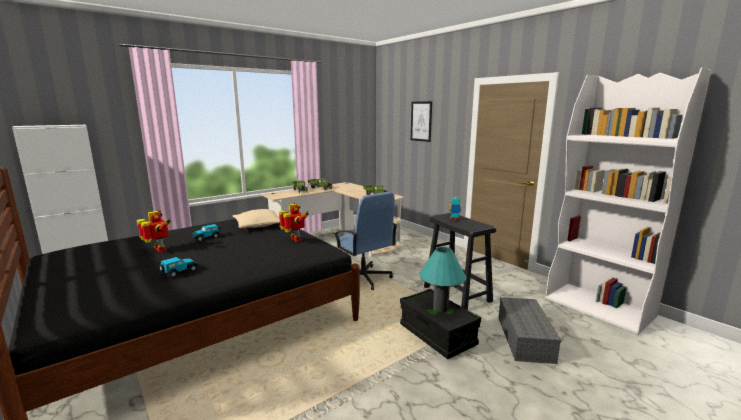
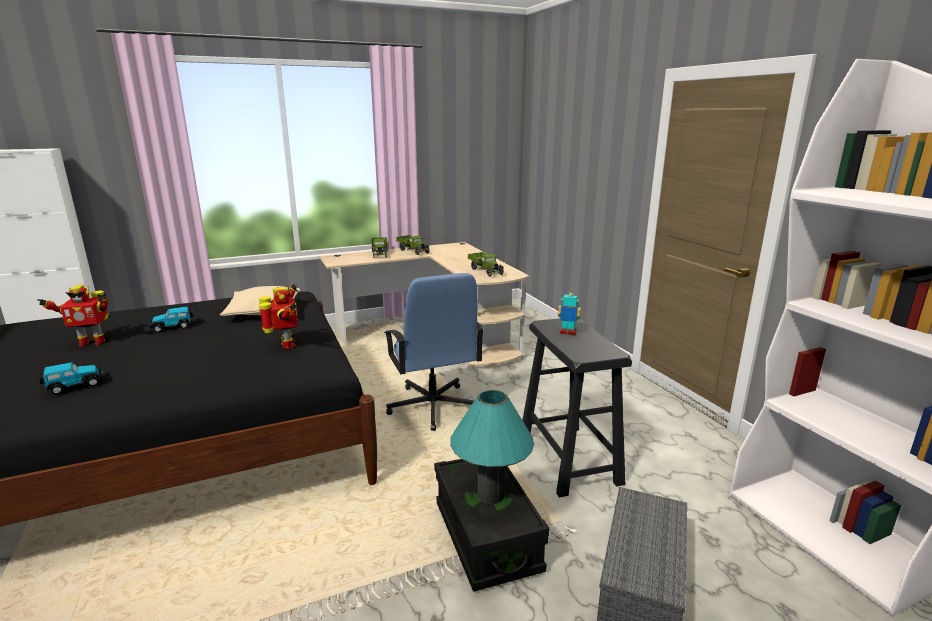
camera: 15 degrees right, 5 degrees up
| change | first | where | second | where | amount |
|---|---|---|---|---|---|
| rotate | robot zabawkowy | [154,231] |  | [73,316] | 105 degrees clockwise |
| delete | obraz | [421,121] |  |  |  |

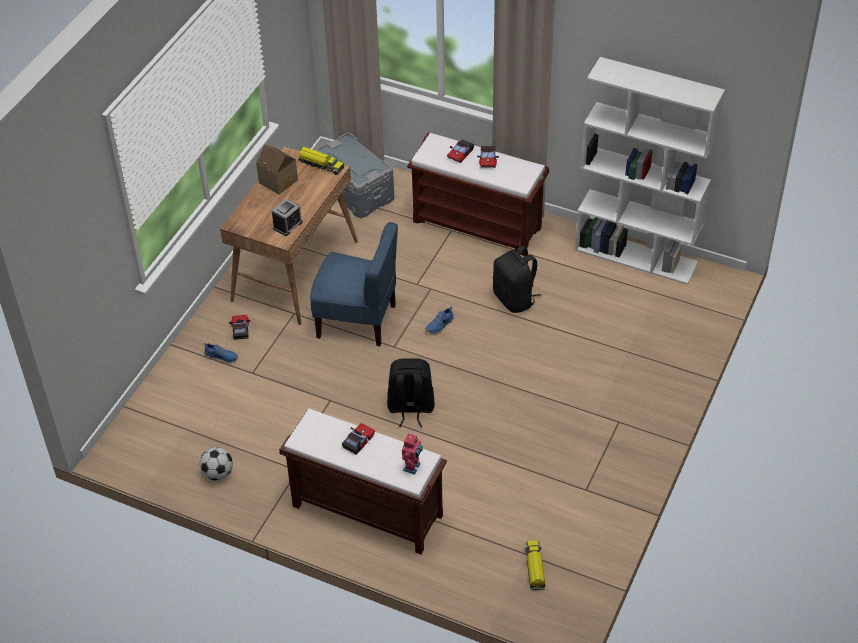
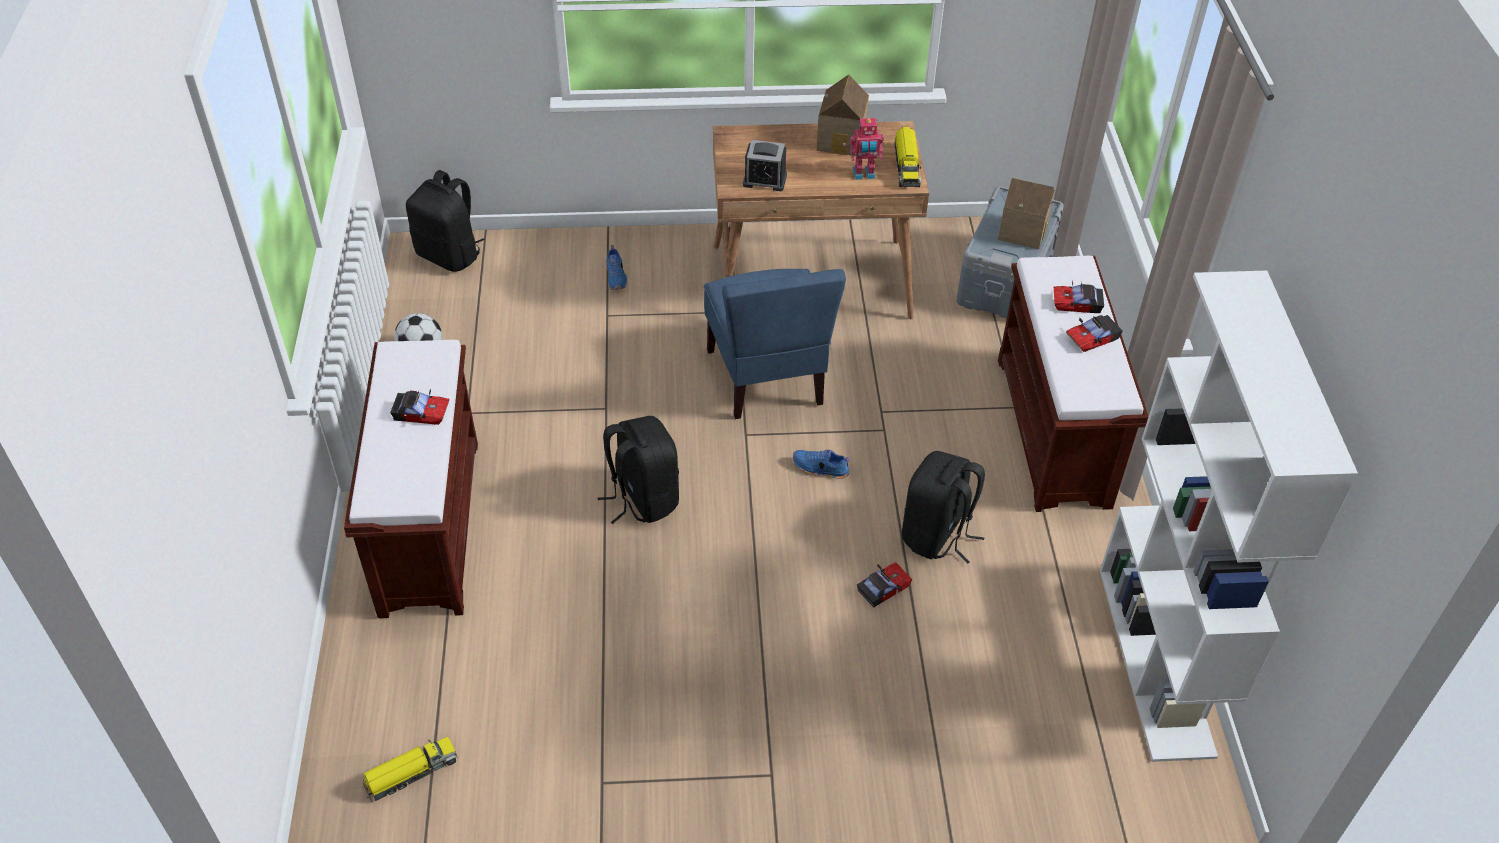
camera: 60 degrees right, 0 degrees up
| change | first | where | second | where | amount |
|---|---|---|---|---|---|
| insert |  |  | plecak (czarny) | [445,221] |  |
| move | robot zabawkowy | [412,453] |  | [867,149] |  |
| move | samochodzik | [240,327] |  | [884,585] |  |
| insert |  |  | domek | [1026,213] |  |

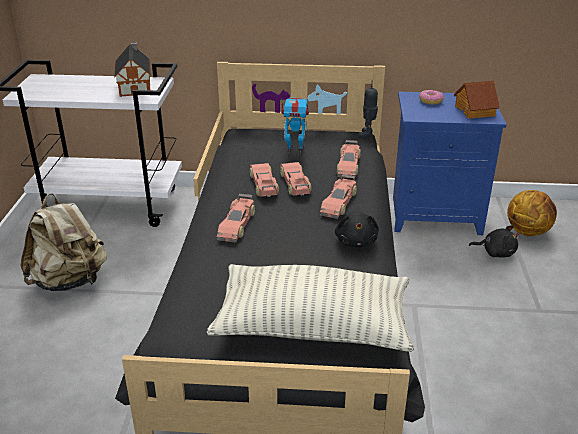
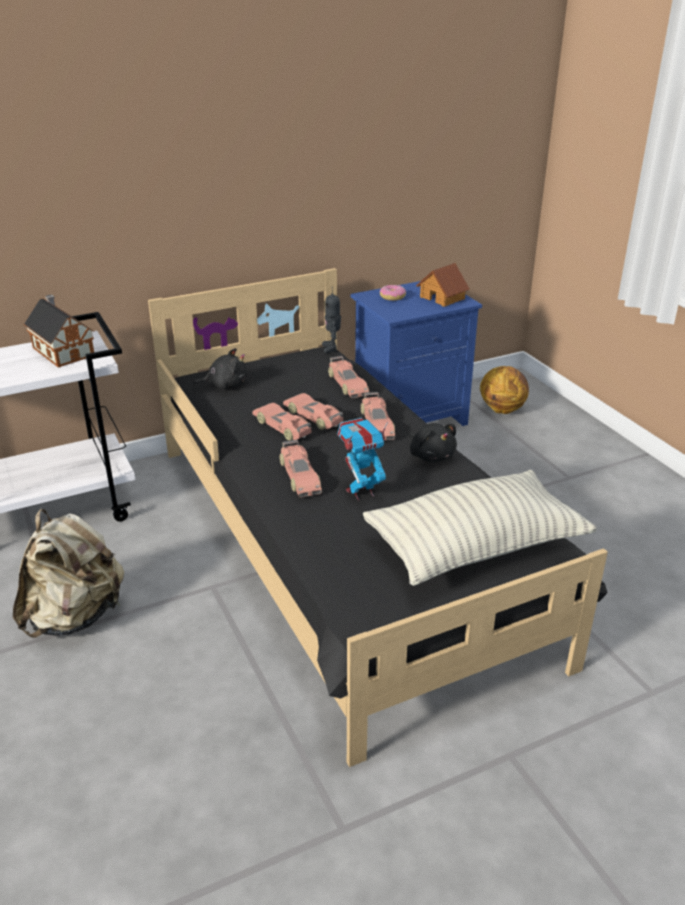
camera: 30 degrees left, 0 degrees up
| change | first | where | second | where | amount |
|---|---|---|---|---|---|
| move | pluszak (czarny) | [494,241] |  | [220,369] |  |
| move | robot zabawkowy | [295,126] |  | [362,459] |  |

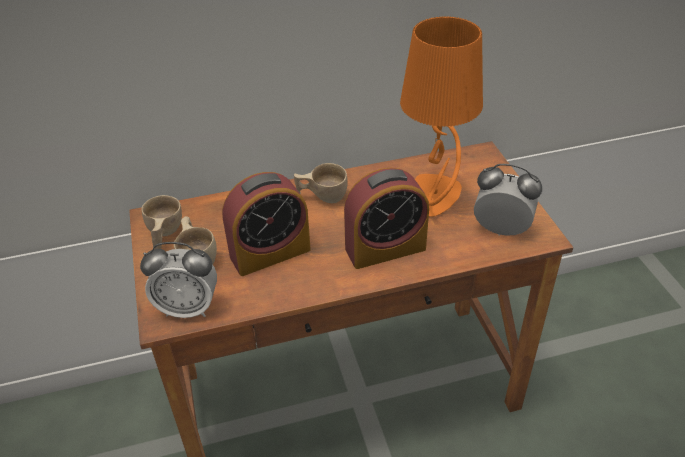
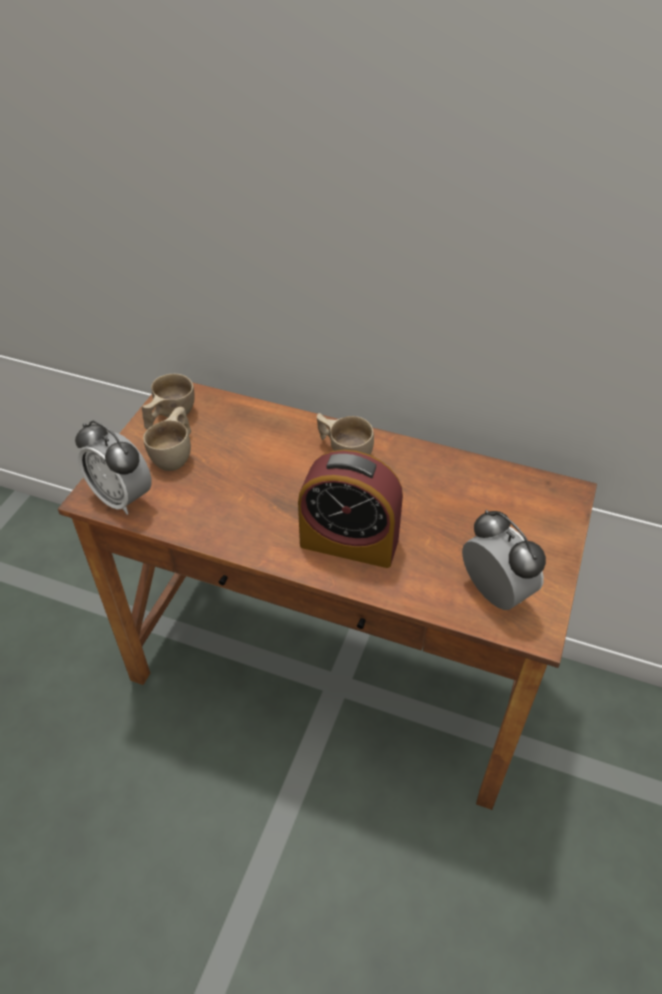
camera: 35 degrees right, 5 degrees up
| change | first | where | second | where | amount |
|---|---|---|---|---|---|
| delete | budzik | [266,224] |  |  |  |
| delete | lampa stołowa (pomarańczowy) | [441,116] |  |  |  |

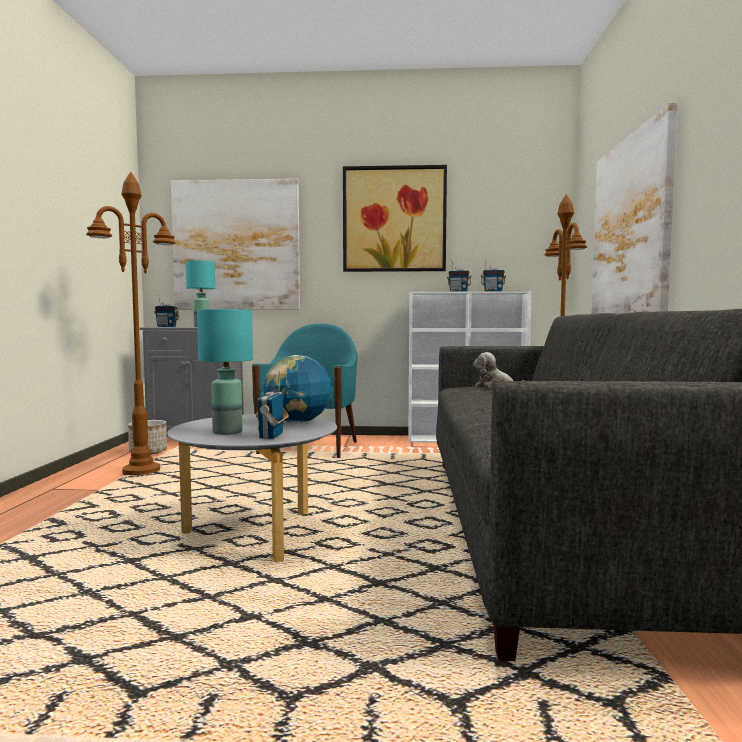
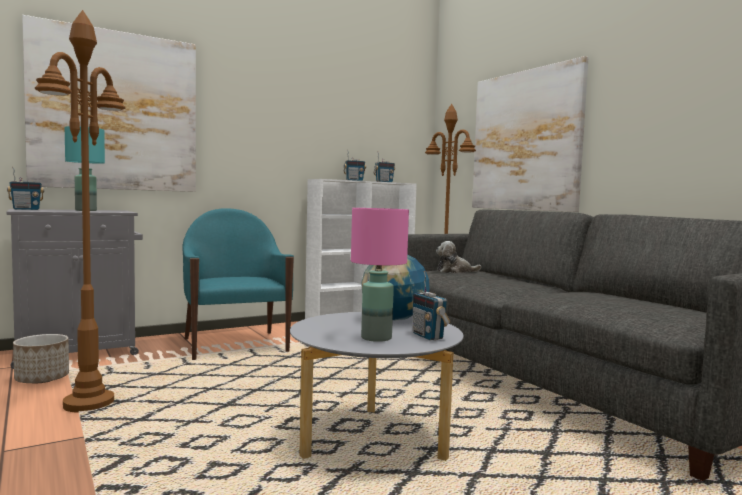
camera: 35 degrees left, 0 degrees up
| change | first | where | second | where | amount |
|---|---|---|---|---|---|
| recolor | lampa stołowa (turkusowy) | [225,372] | lampa stołowa (różowy) | [380,275] |  |
| delete | obraz | [395,218] |  |  |  |

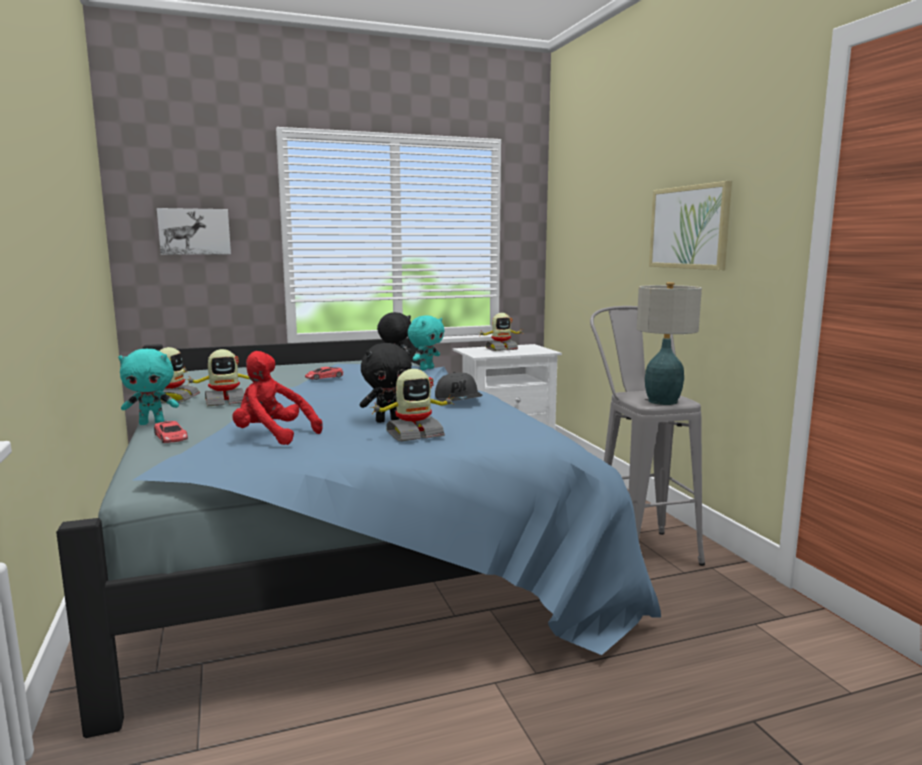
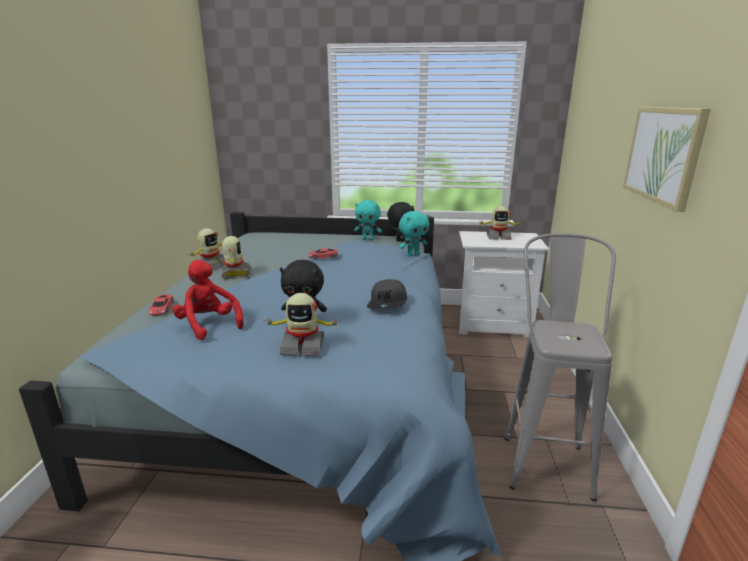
camera: 25 degrees right, 10 degrees up
| change | first | where | second | where | amount |
|---|---|---|---|---|---|
| rotate | robot zabawkowy | [217,377] |  | [236,257] | 105 degrees counterclockwise |
| move | pluszak (turkusowy) | [148,387] |  | [368,220] |  |
| delete | obraz | [194,231] |  |  |  |
| delete | lampa stołowa | [669,343] |  |  |  |

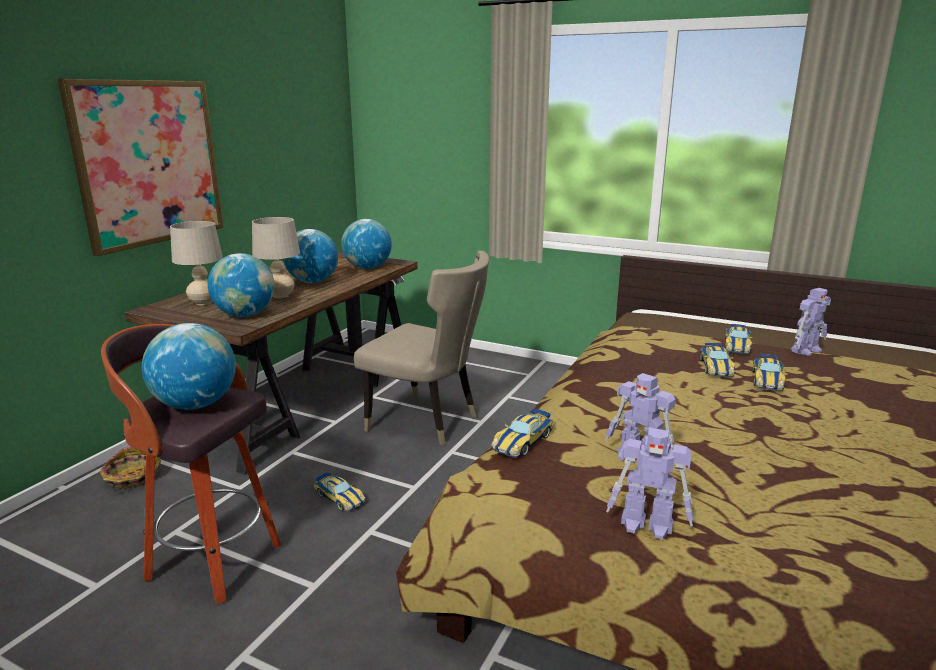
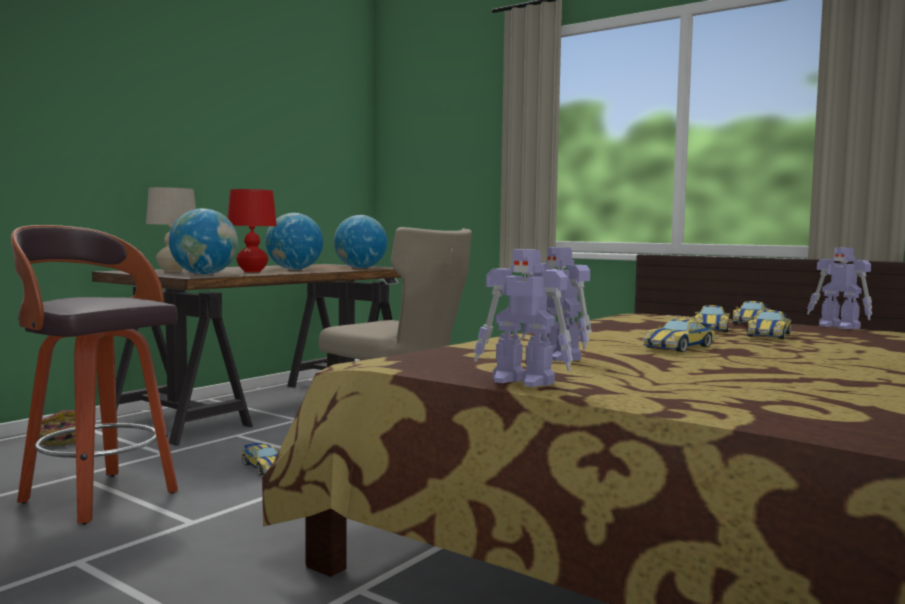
camera: 10 degrees right, 15 degrees down
| change | first | where | second | where | amount |
|---|---|---|---|---|---|
| recolor | lampa stołowa (beżowy) | [276,258] | lampa stołowa (czerwony) | [252,230] |  |
| move | samochodzik | [523,433] |  | [679,335] |  |
| rotate | robot zabawkowy | [811,322] |  | [839,288] | 75 degrees clockwise |
| delete | obraz | [141,167] |  |  |  |
| delete | globus | [189,366] |  |  |  |

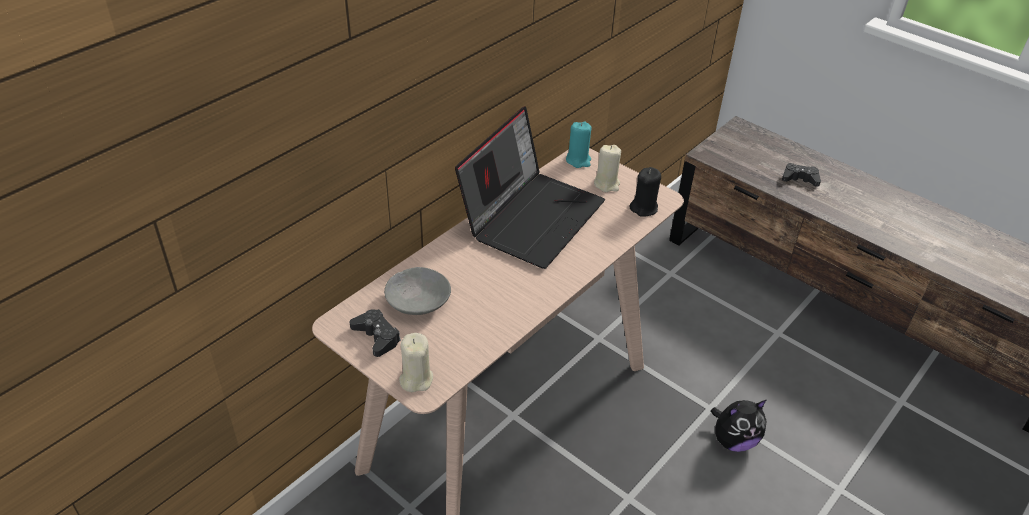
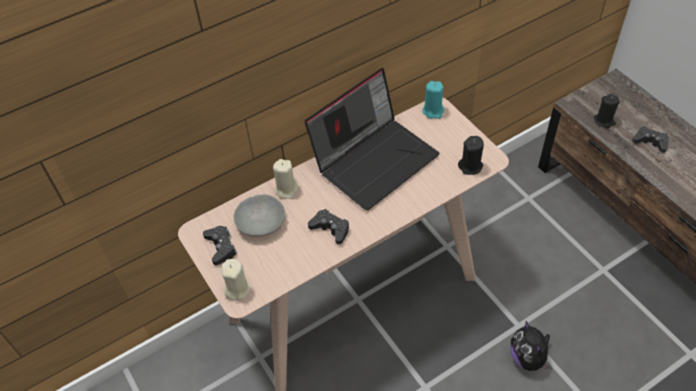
camera: 20 degrees right, 10 degrees up
| change | first | where | second | where | amount |
|---|---|---|---|---|---|
| move | świeca (beżowy) | [607,168] |  | [285,179] |  |
| insert |  |  | pad do gier (czarny) | [328,226] |  |
| rotate | pluszak | [739,426] |  | [531,346] | 75 degrees clockwise |
| insert |  |  | świeca (czarny) | [607,111] |  |

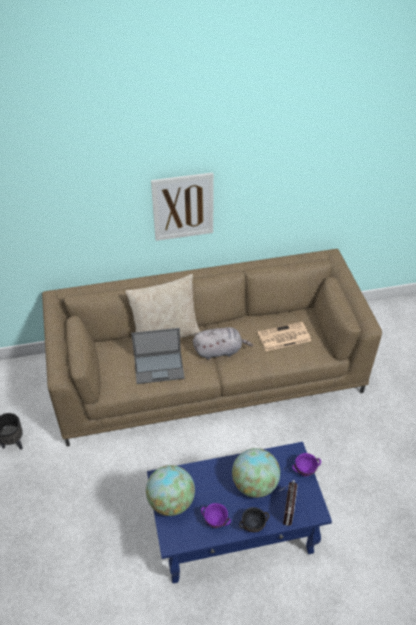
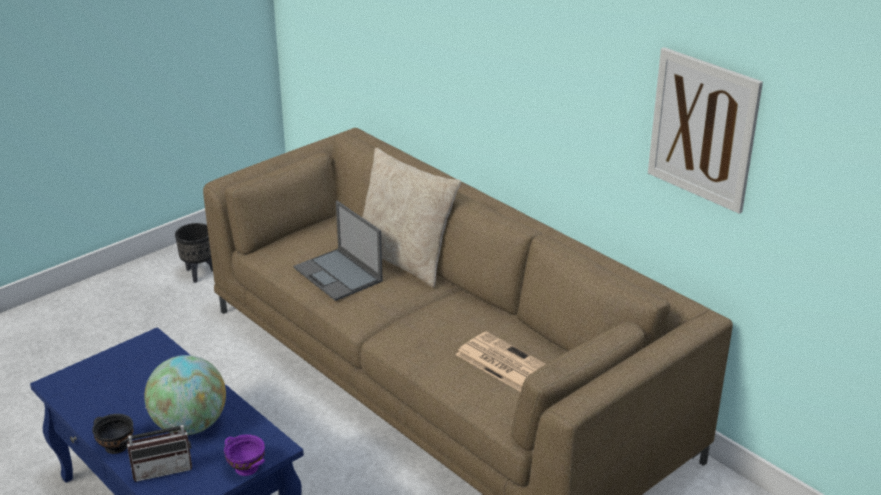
camera: 60 degrees right, 15 degrees down
| change | first | where | second | where | amount |
|---|---|---|---|---|---|
| move | obraz | [182,206] |  | [705,130] |  |
| delete | globus | [170,490] |  |  |  |
| delete | pluszak (szary) | [223,343] |  |  |  |
| delete | miska (fioletowy) | [216,515] |  |  |  |

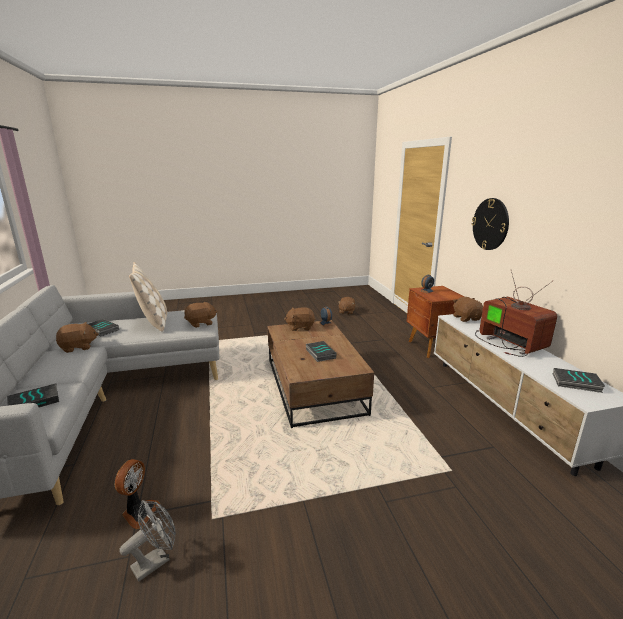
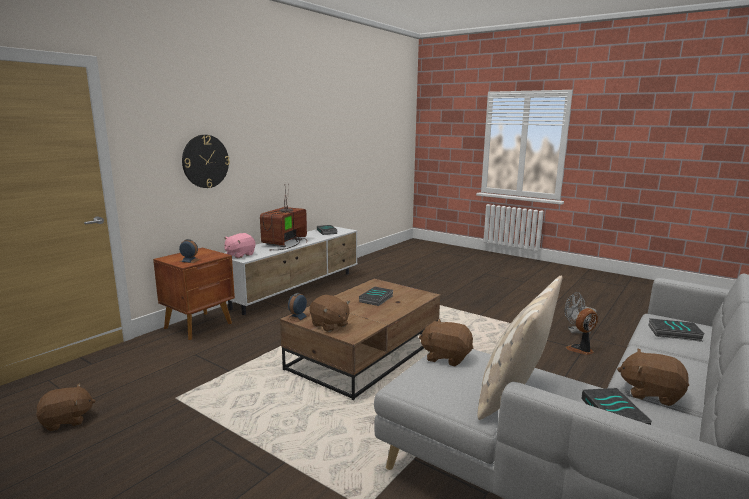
camera: 130 degrees left, 5 degrees down
| change | first | where | second | where | amount |
|---|---|---|---|---|---|
| recolor | pluszak (brązowy) | [468,309] | pluszak (różowy) | [239,245] |  |

